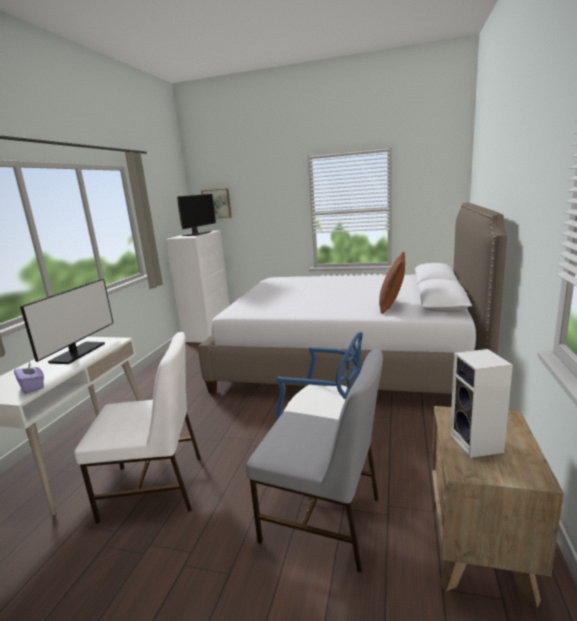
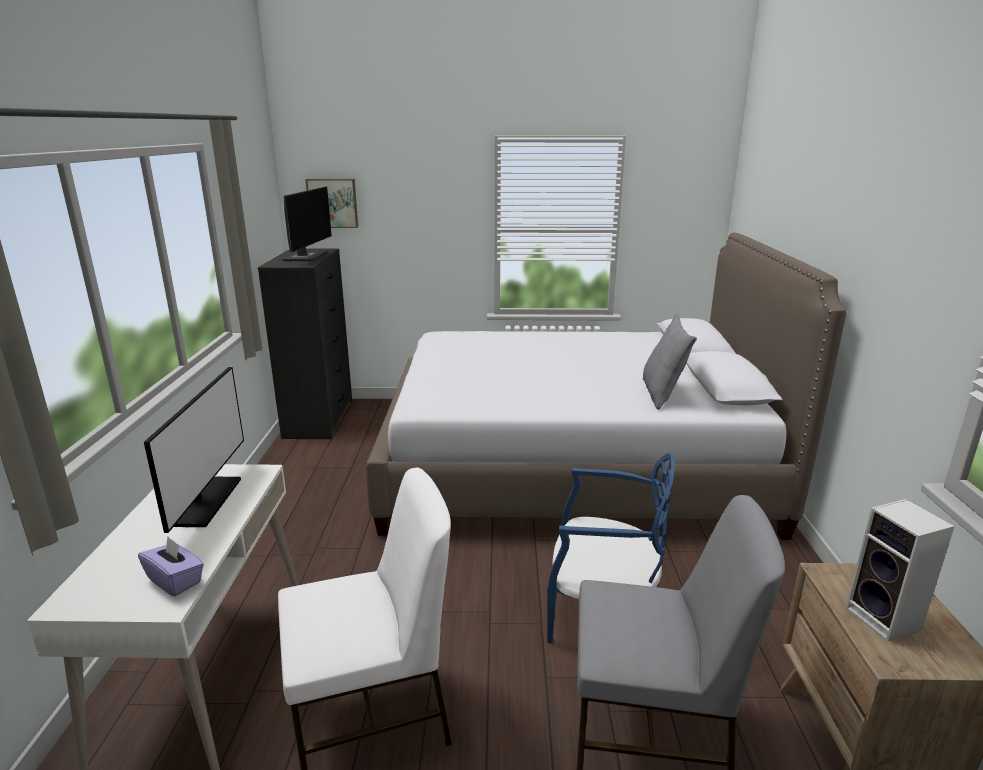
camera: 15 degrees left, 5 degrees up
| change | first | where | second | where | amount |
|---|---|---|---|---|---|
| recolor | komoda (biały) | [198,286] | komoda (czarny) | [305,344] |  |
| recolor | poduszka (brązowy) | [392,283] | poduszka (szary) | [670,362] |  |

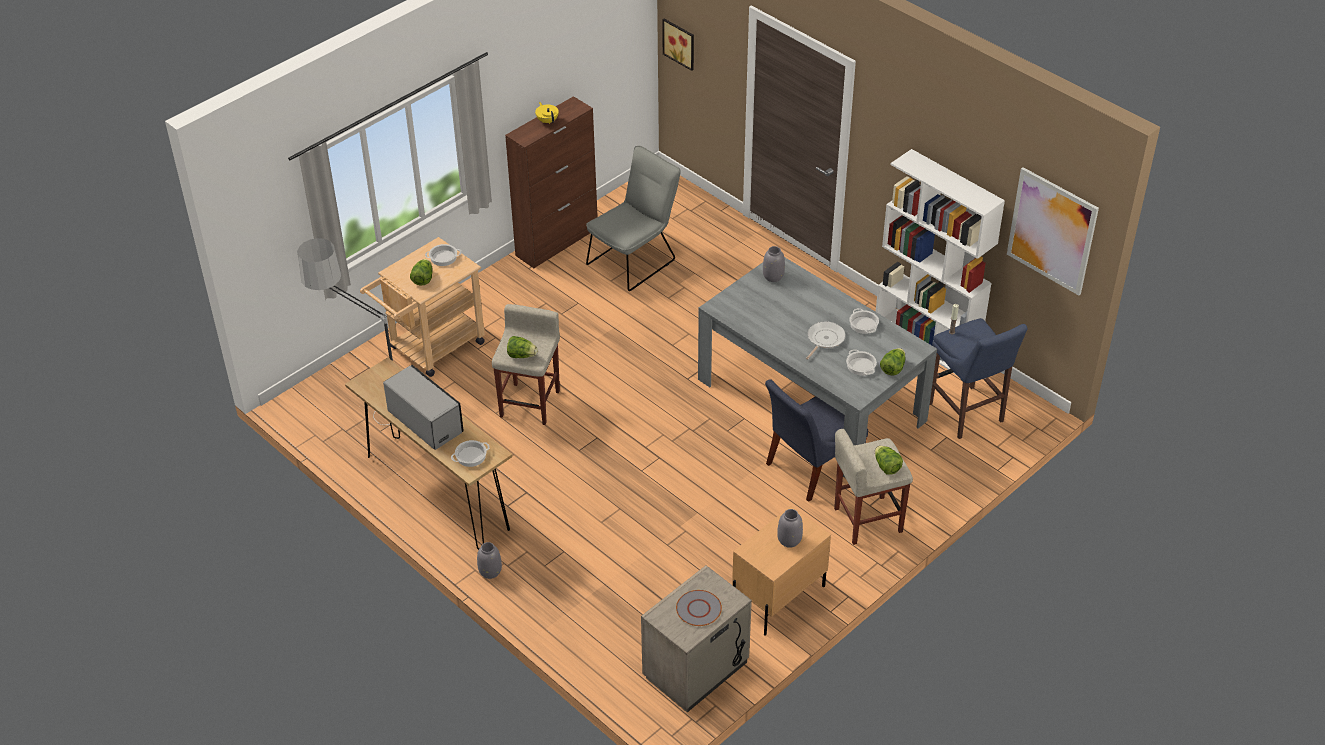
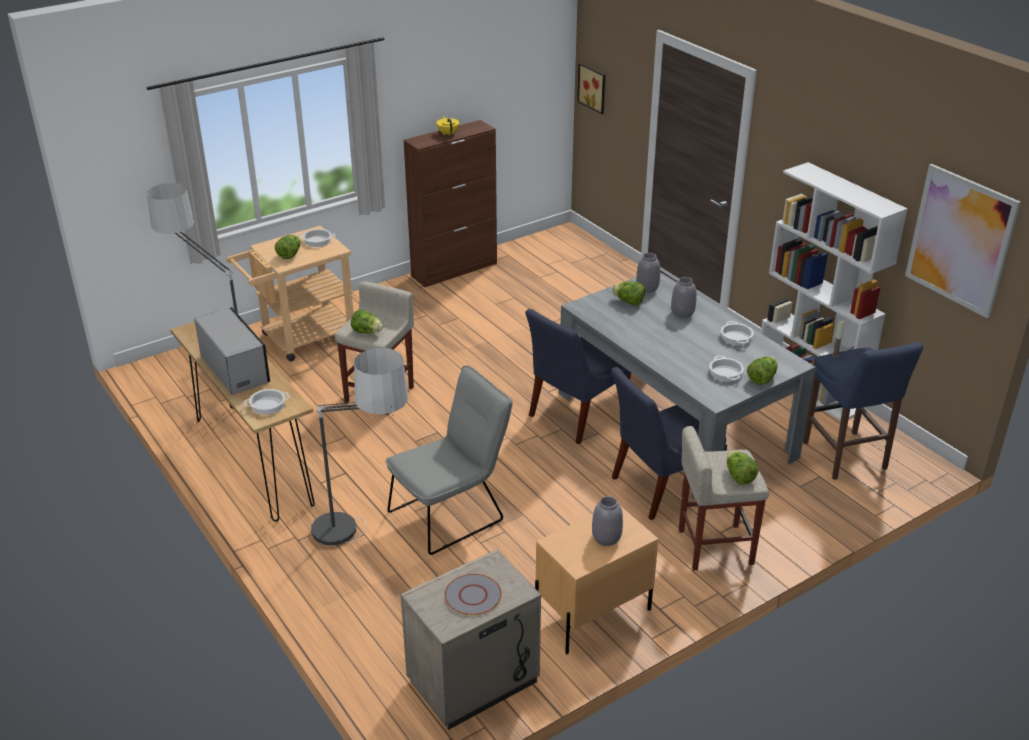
camera: 10 degrees right, 10 degrees down
| change | first | where | second | where | amount |
|---|---|---|---|---|---|
| insert |  |  | lampa stojąca | [359,447] |  |
| move | krzesło (szary) | [633,218] |  | [449,460] |  |
| insert |  |  | krzesło (niebieski) | [578,376] |  |
| insert |  |  | sałata | [628,294] |  |
| move | wazon (szary) | [489,560] |  | [684,297] |  |
| delete | patelnia | [825,340] |  |  |  |

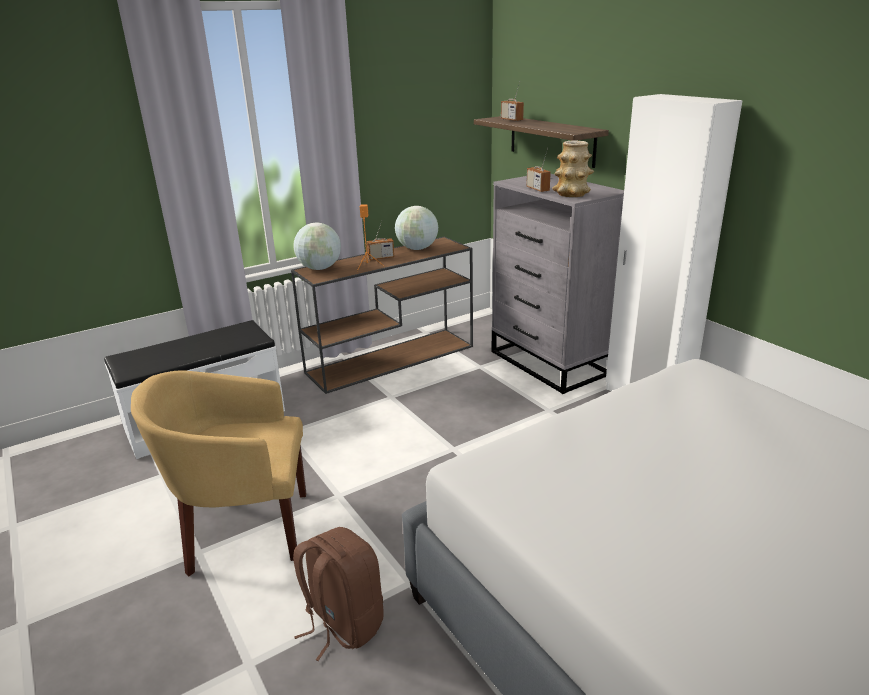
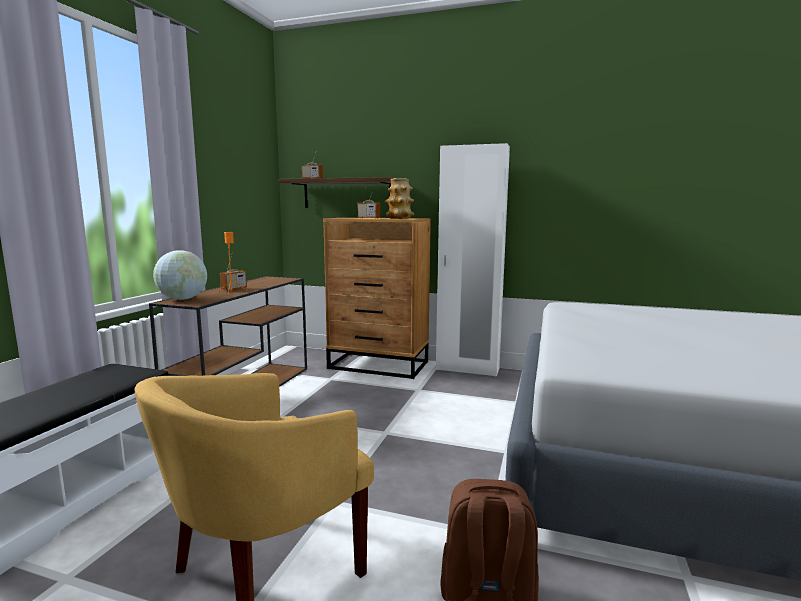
camera: 40 degrees left, 15 degrees down
| change | first | where | second | where | amount |
|---|---|---|---|---|---|
| recolor | komoda (szary) | [558,284] | komoda (brązowy) | [377,298] |  |
| delete | globus | [416,228] |  |  |  |

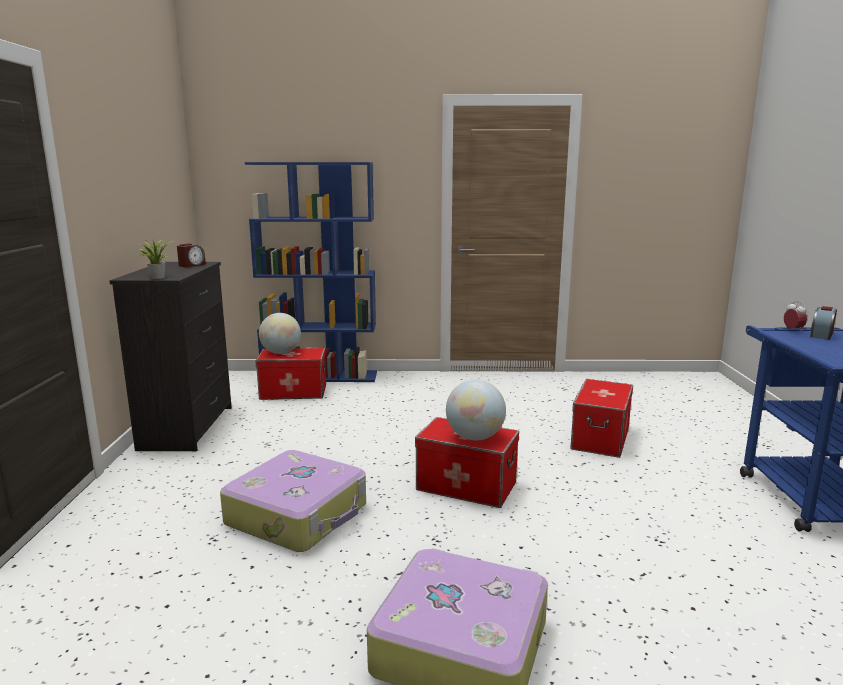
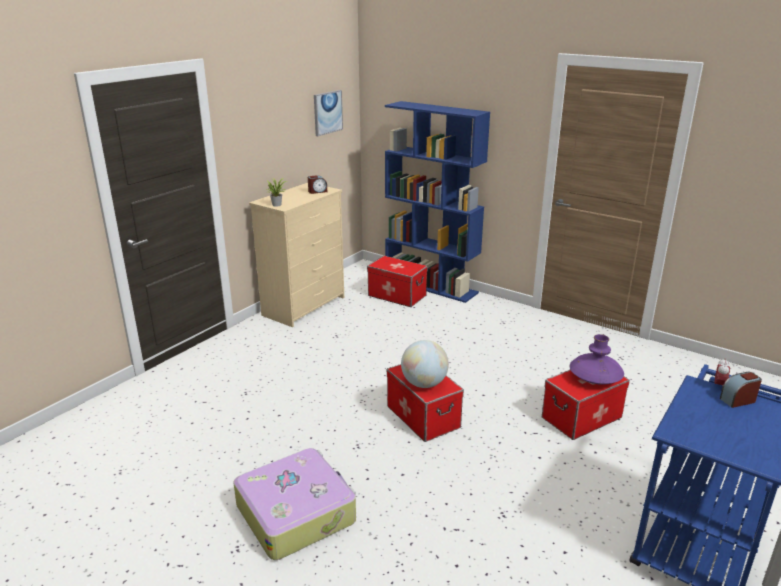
camera: 35 degrees right, 10 degrees up
| change | first | where | second | where | amount |
|---|---|---|---|---|---|
| recolor | komoda (czarny) | [171,356] | komoda (beżowy) | [296,255] |  |
| insert |  |  | obraz | [328,113] |  |
| insert |  |  | wazon (fioletowy) | [597,359] |  |
| delete | walizka | [293,501] |  |  |  |
| delete | globus | [280,333] |  |  |  |

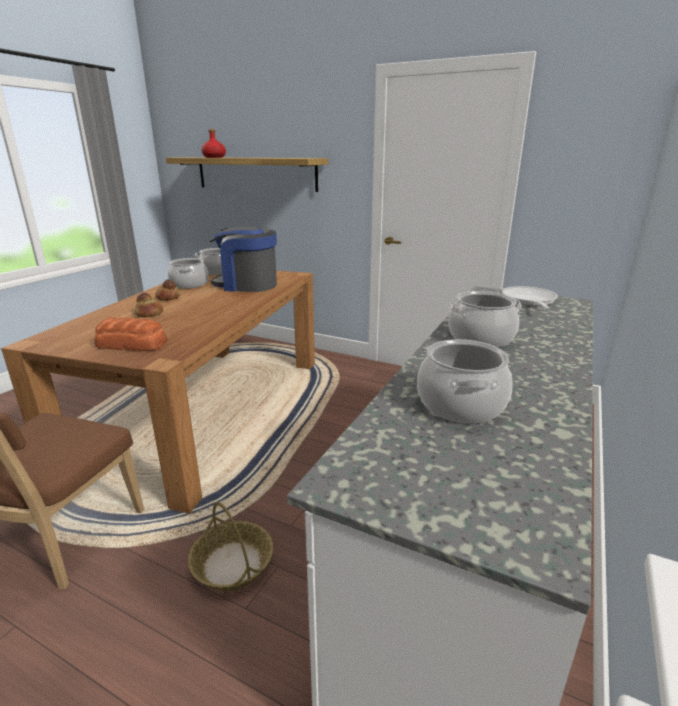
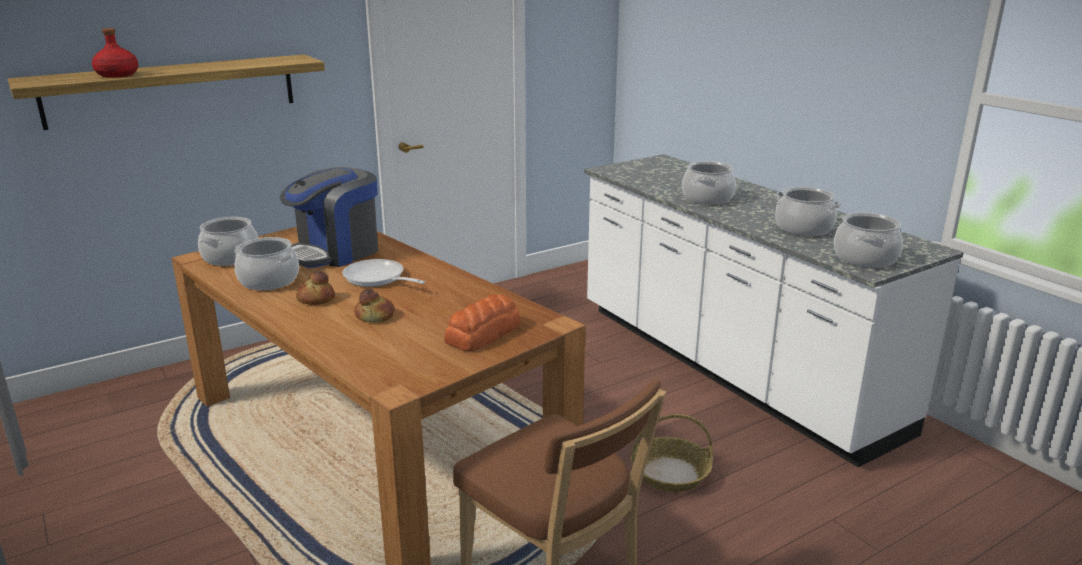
camera: 60 degrees left, 0 degrees up
| change | first | where | second | where | amount |
|---|---|---|---|---|---|
| move | patelnia | [530,297] |  | [384,273] |  |
| insert |  |  | garnek | [868,240] |  |

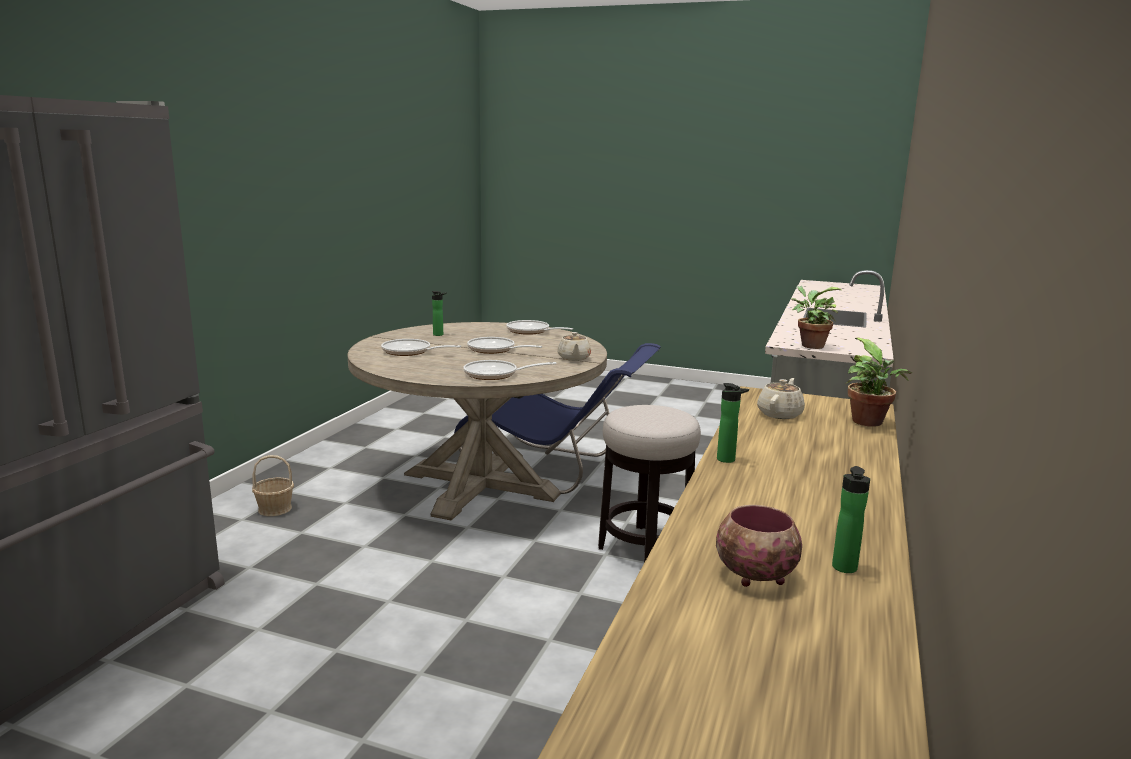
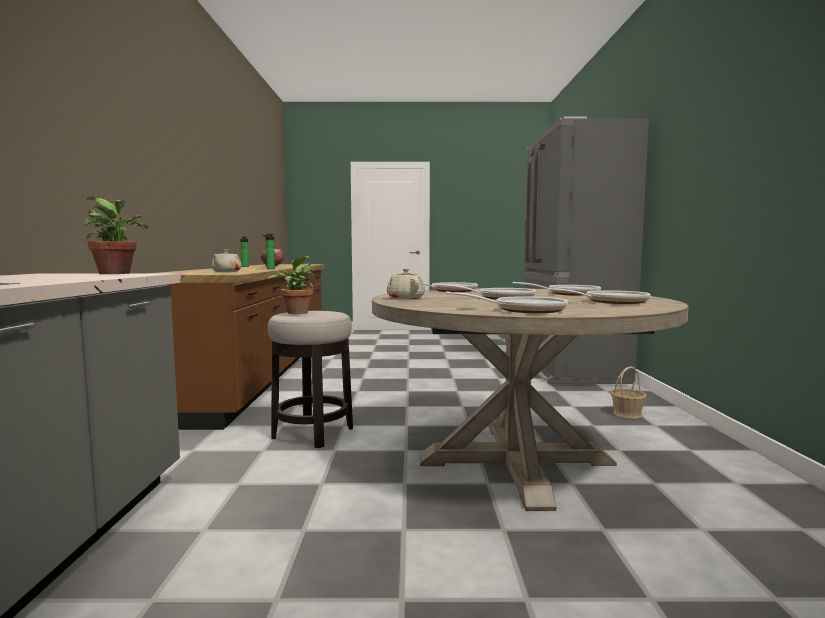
camera: 160 degrees right, 10 degrees down
| change | first | where | second | where | amount |
|---|---|---|---|---|---|
| move | roślina doniczkowa | [878,382] |  | [292,285] |  |
| replace | butelka | [439,313] | patelnia | [599,296] |  |
| delete | krzesło (niebieski) | [557,418] |  |  |  |

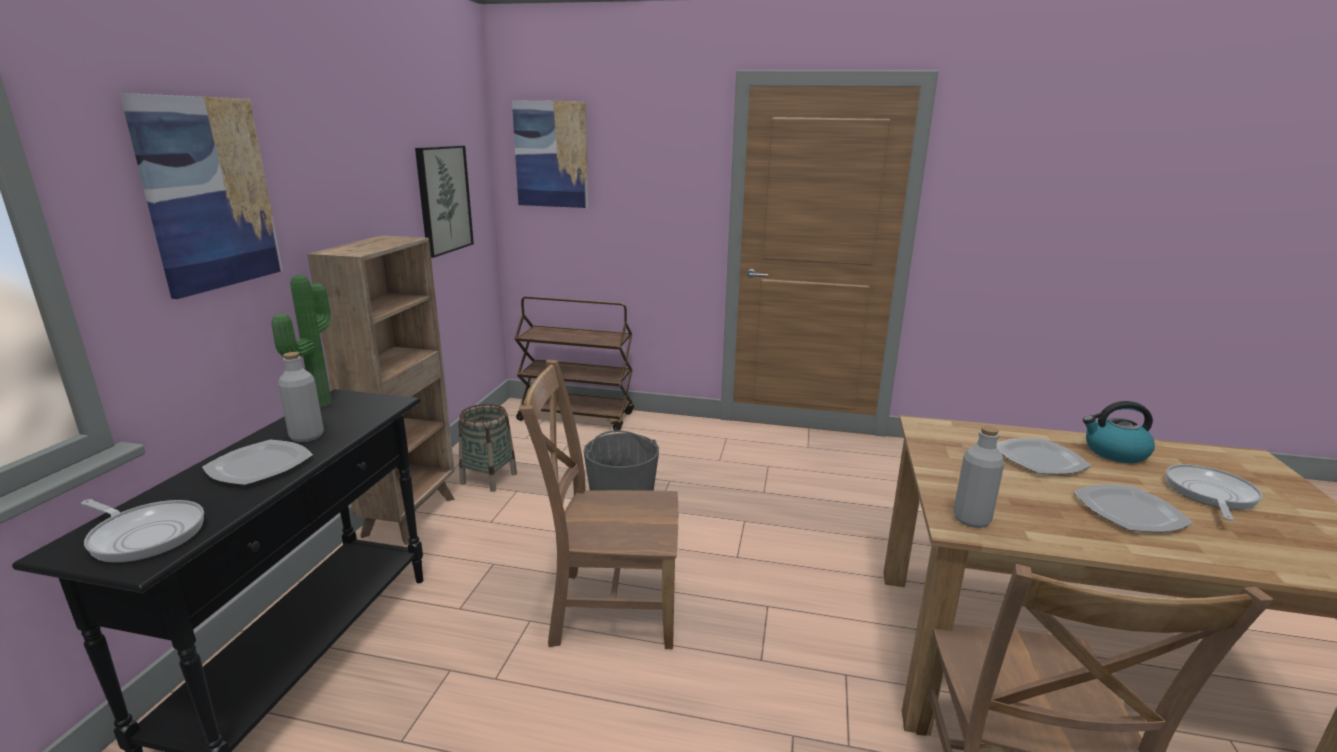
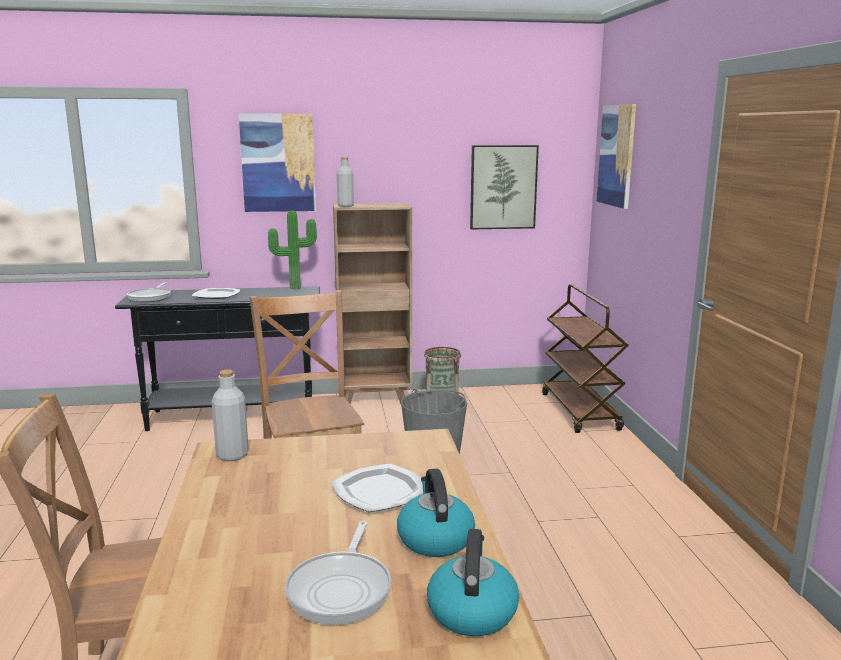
camera: 70 degrees right, 5 degrees down
| change | first | where | second | where | amount |
|---|---|---|---|---|---|
| rotate | patelnia | [1214,492] |  | [338,573] | 90 degrees clockwise |
| move | butelka (szary) | [301,397] |  | [345,182] |  |
| insert |  |  | czajnik | [473,582] |  |
| delete | talerz | [1133,508] |  |  |  |

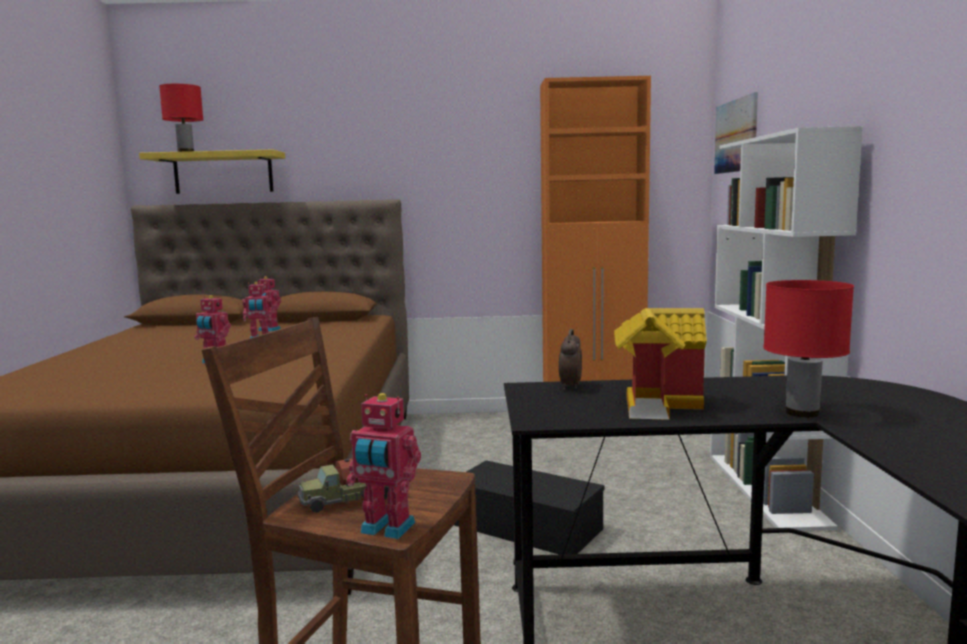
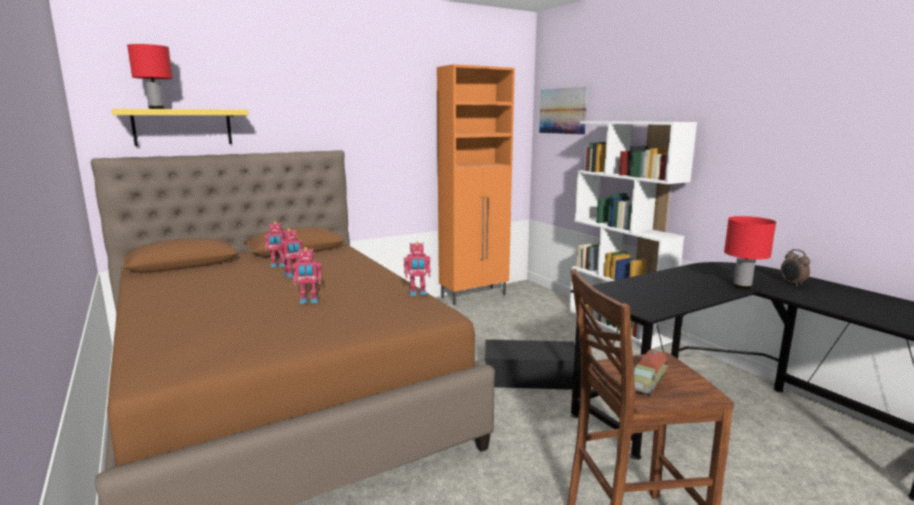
camera: 30 degrees left, 5 degrees up
| change | first | where | second | where | amount |
|---|---|---|---|---|---|
| move | robot zabawkowy | [383,466] |  | [417,269] |  |
| move | budzik | [570,359] |  | [795,267] |  |
| delete | domek | [660,364] |  |  |  |

